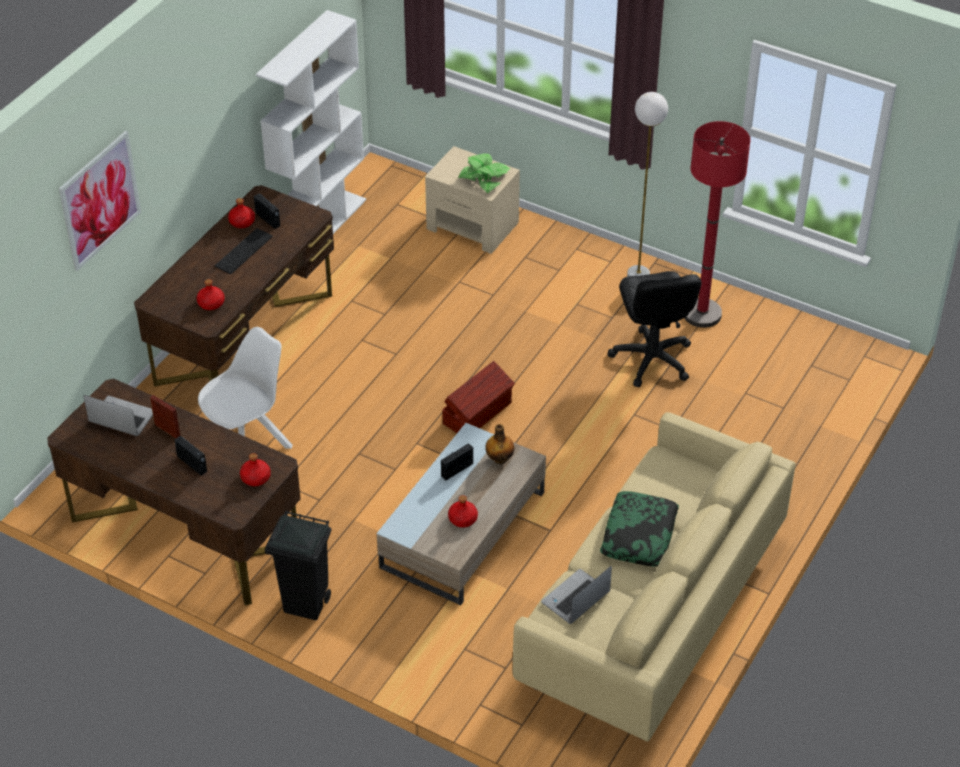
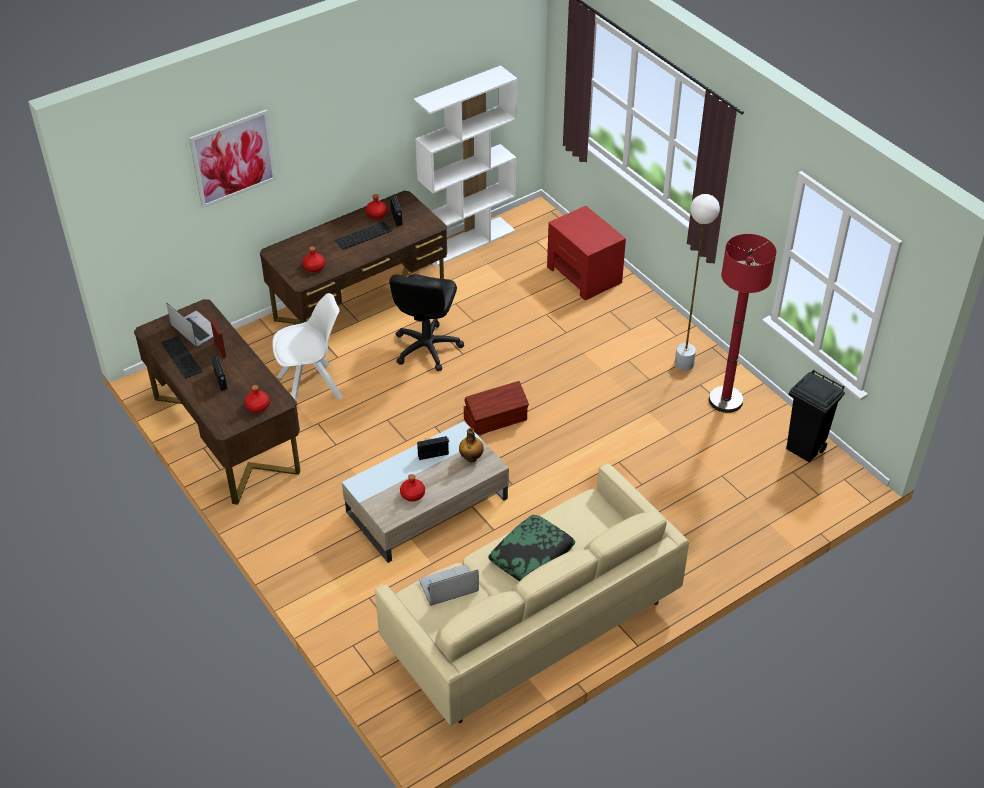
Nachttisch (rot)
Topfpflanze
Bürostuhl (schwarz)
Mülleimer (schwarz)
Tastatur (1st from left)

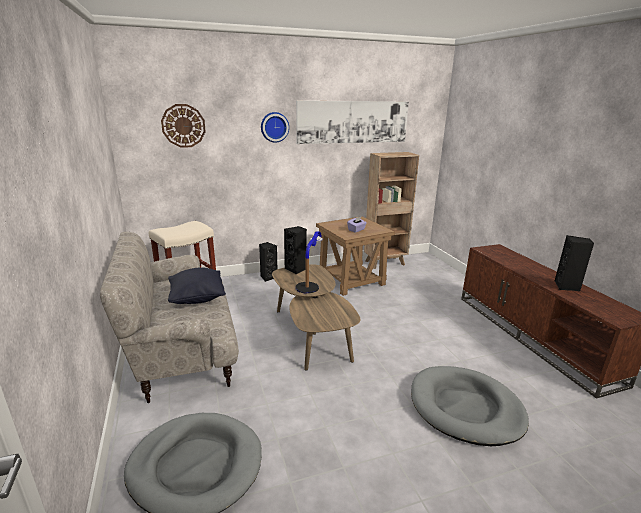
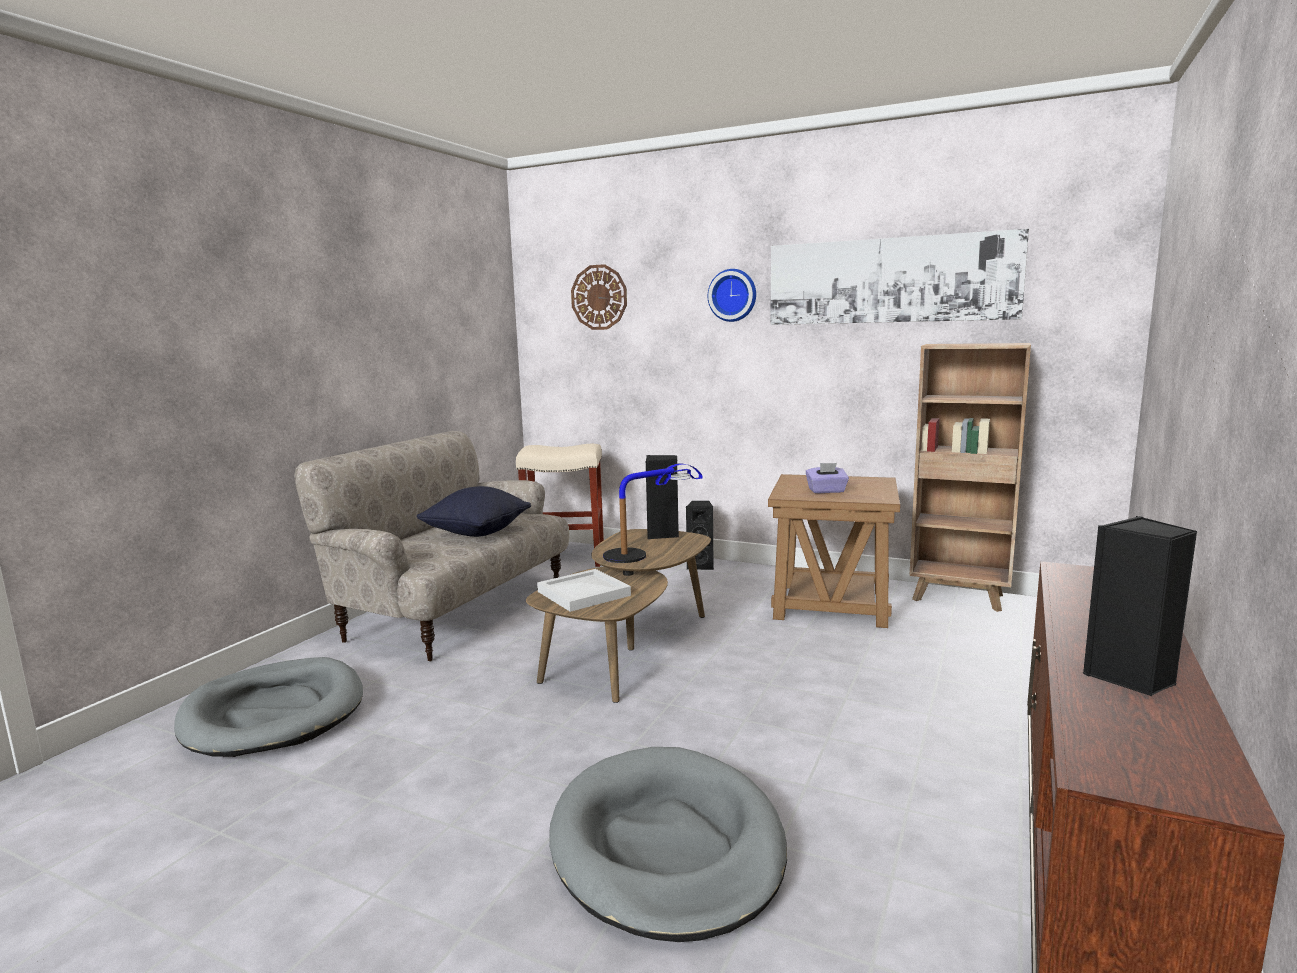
Tablett (weiß)

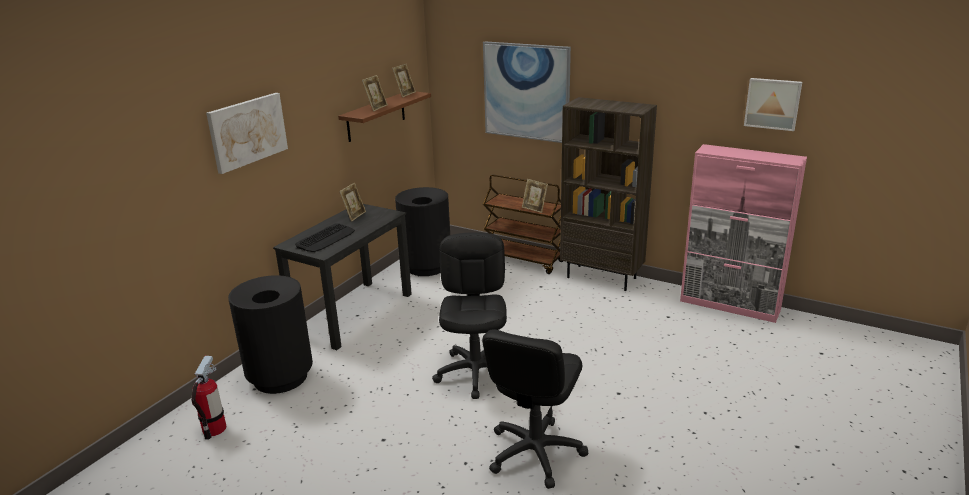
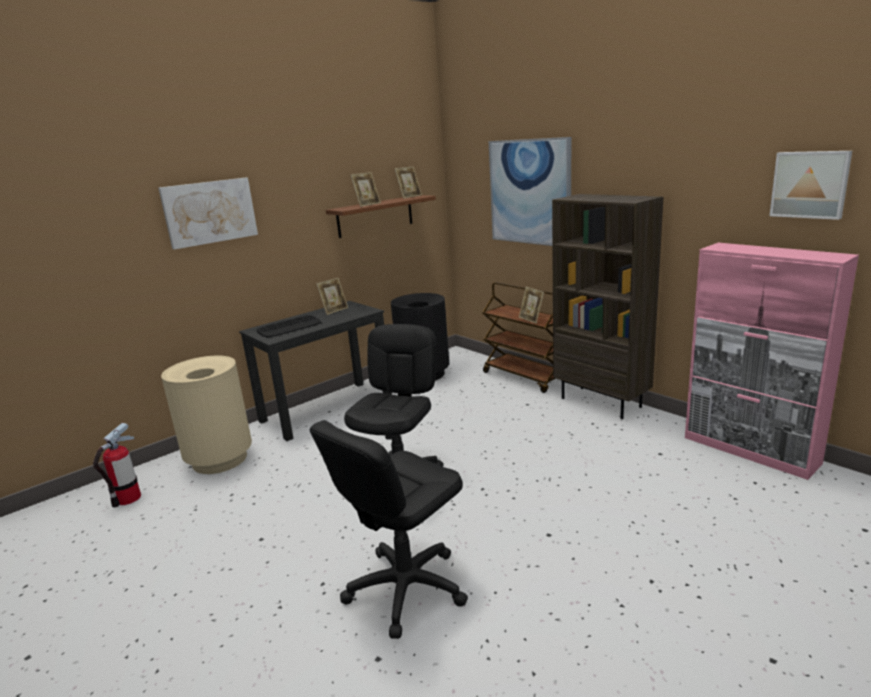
Mülleimer (beige)

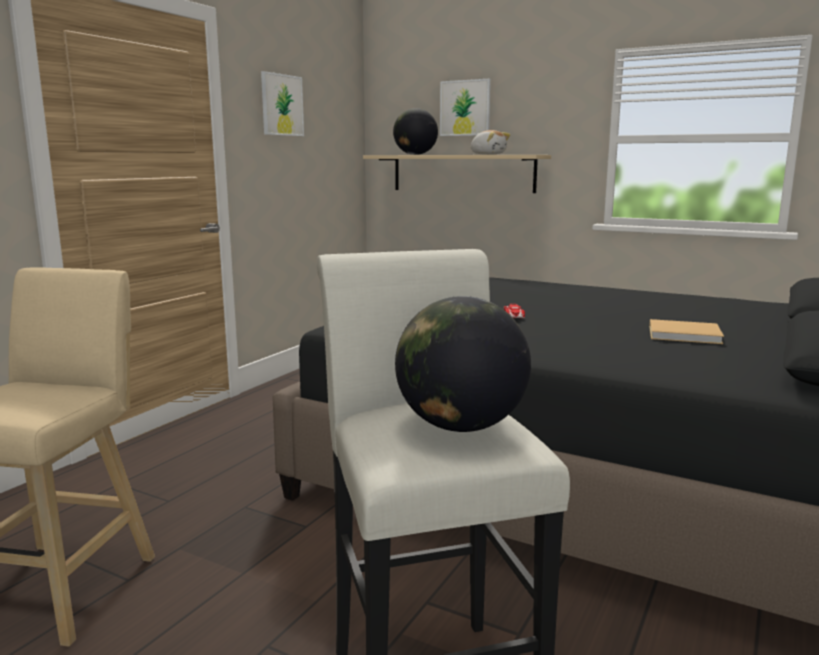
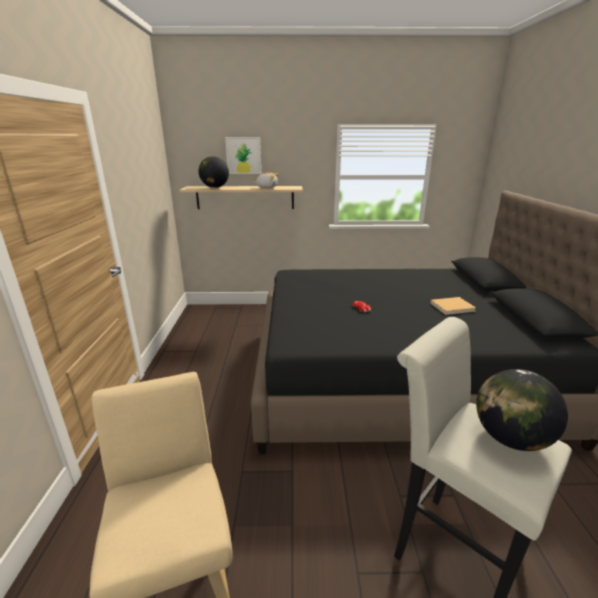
Bild (1st from left in the first image)

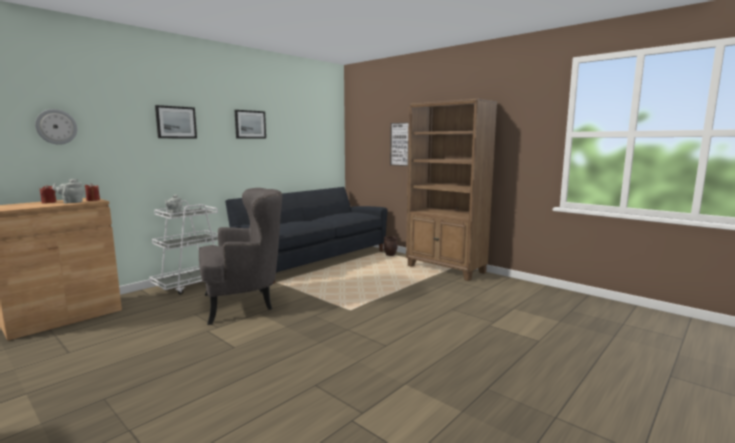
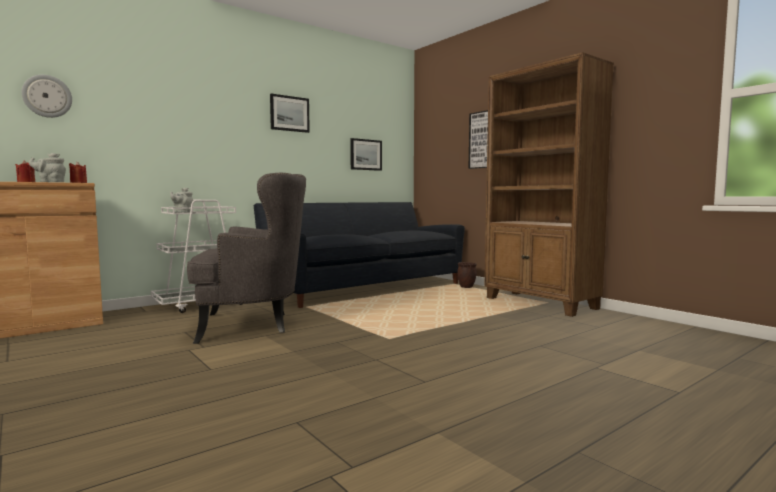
Bild (2nd from left)

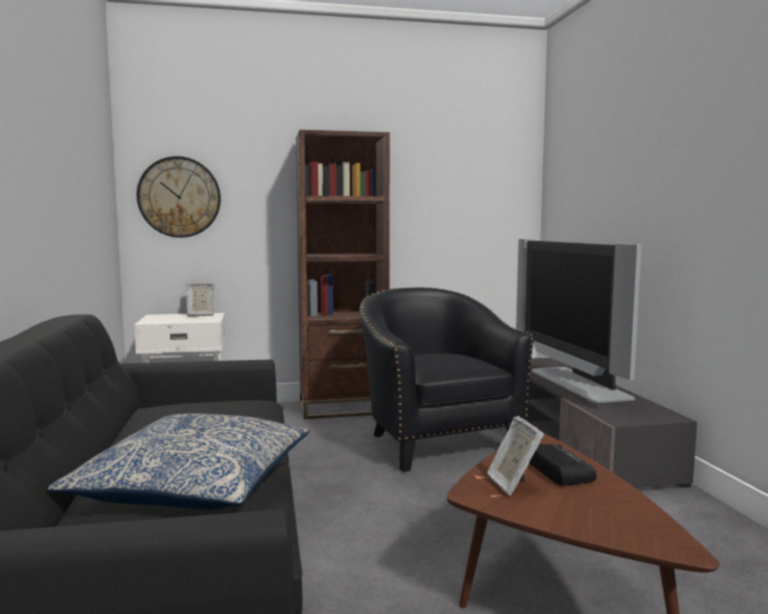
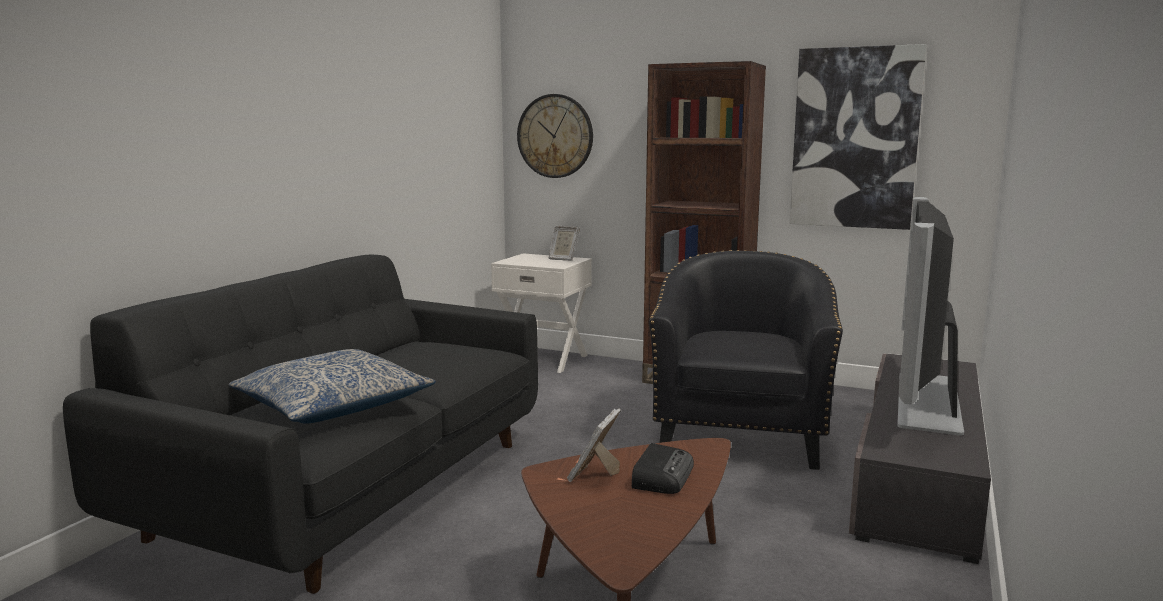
Bild

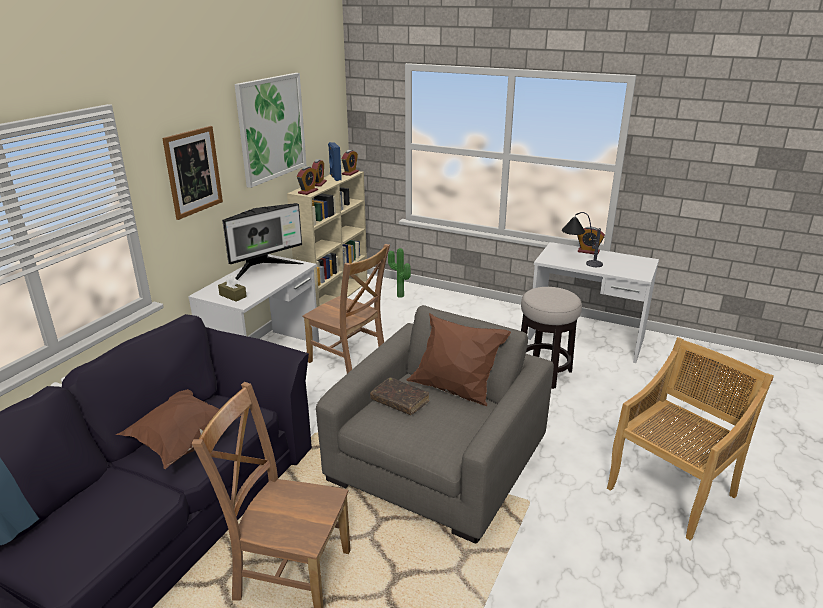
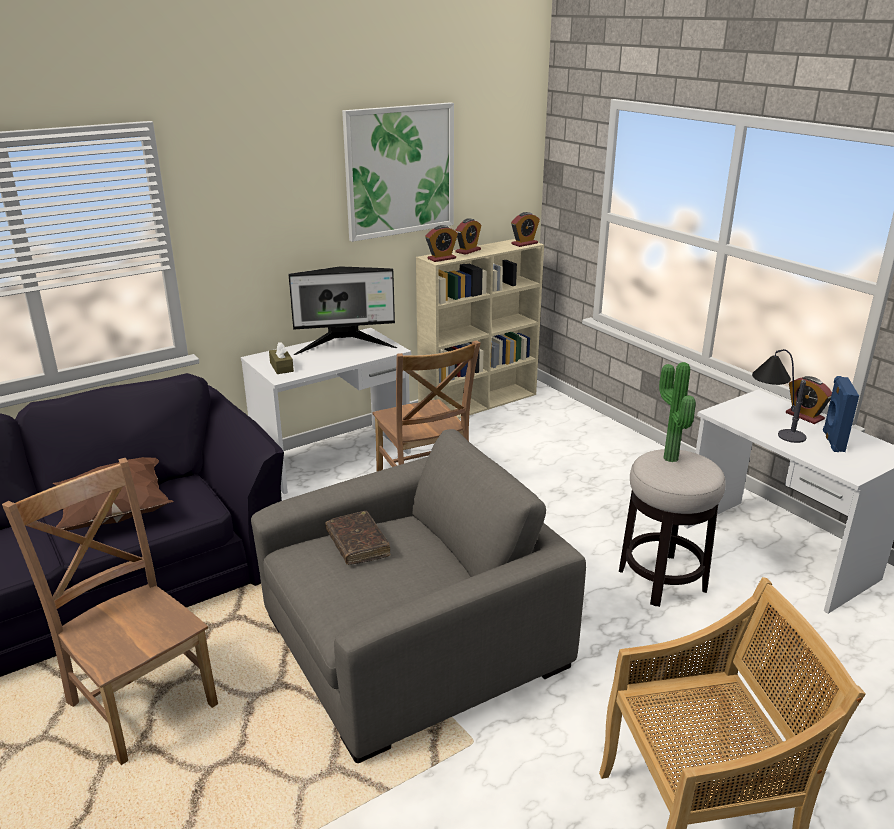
Bild (1st from left in the first image)
Lautsprecher (blau)
Topfpflanze
Kissen (braun) (2nd from left in the first image)

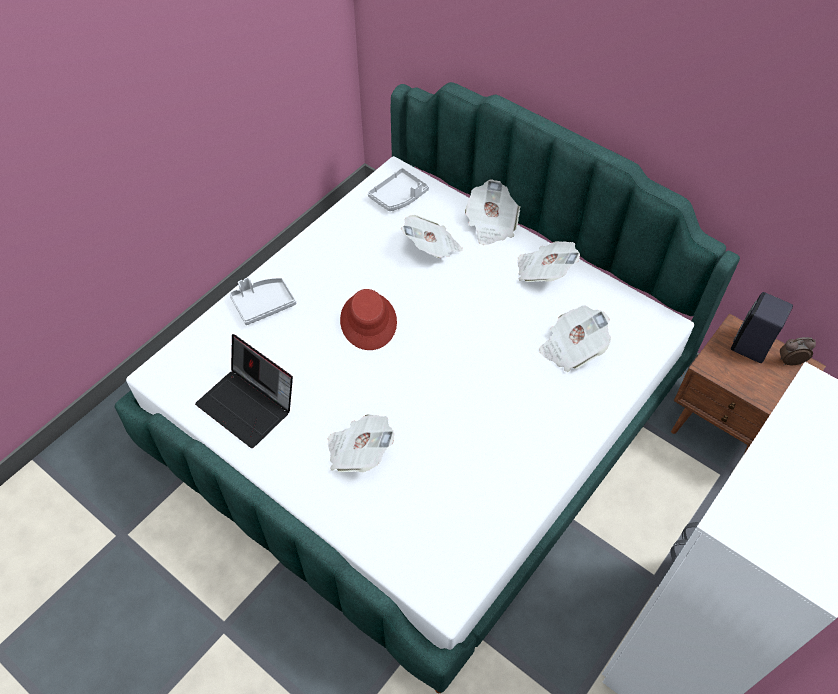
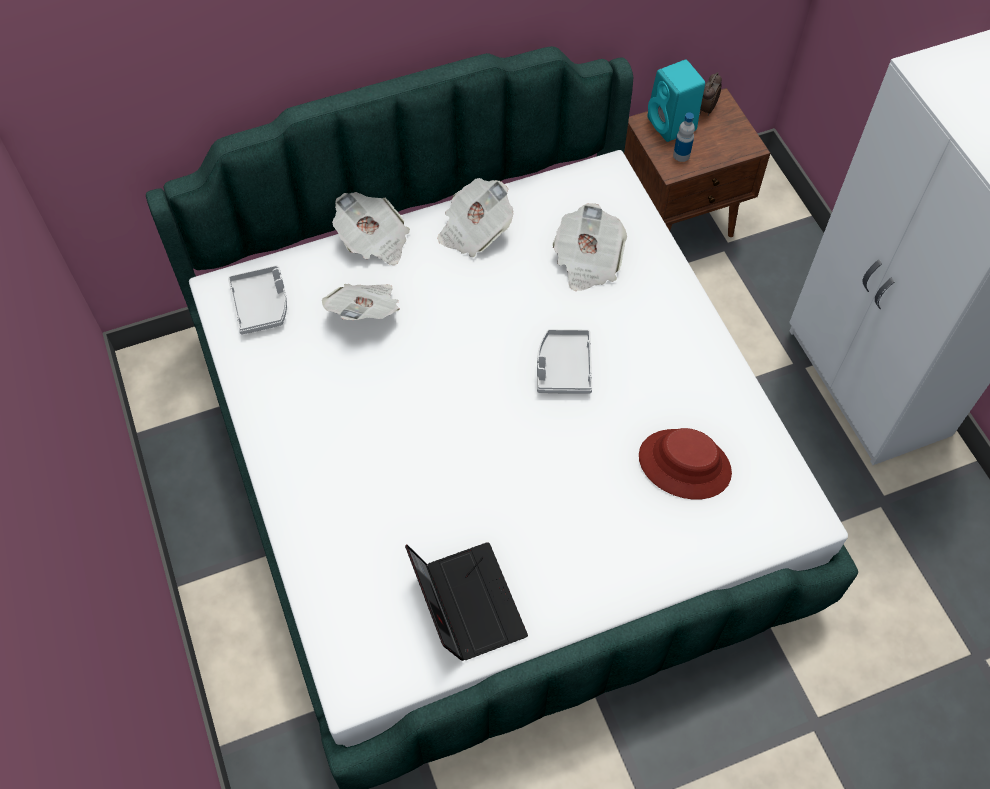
Tablett (grau) (2nd from left)
Hut (rot)
Lautsprecher (türkis)
Laptop
Zeitung (1st from left in the first image)
Flasche

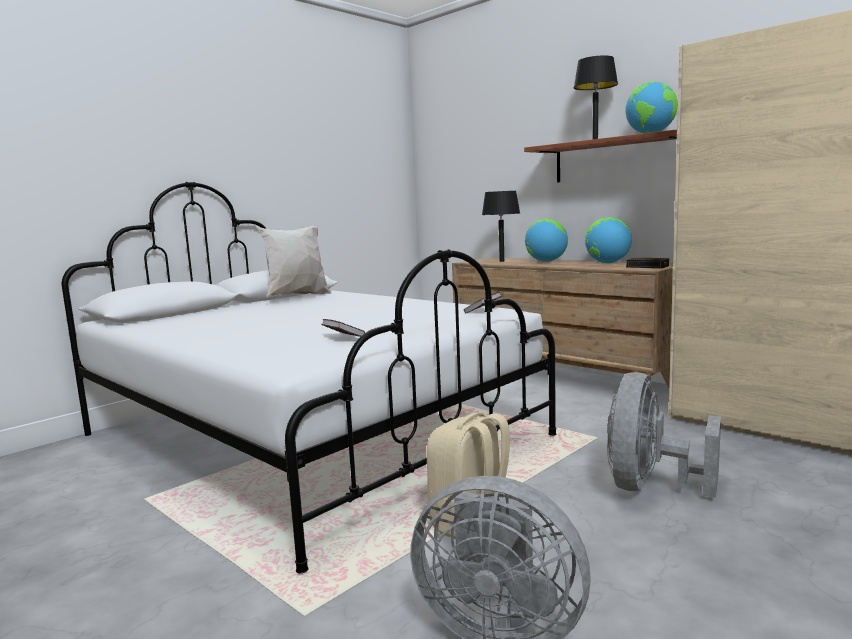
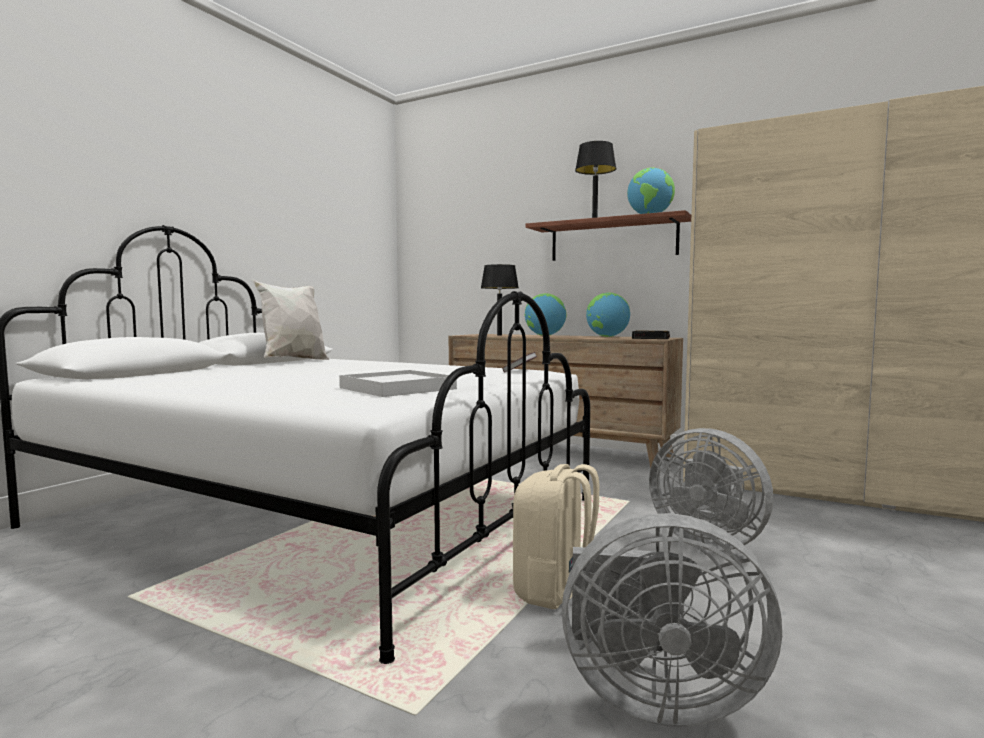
Tablett (weiß)
Ventilator (grau) (2nd from left)

